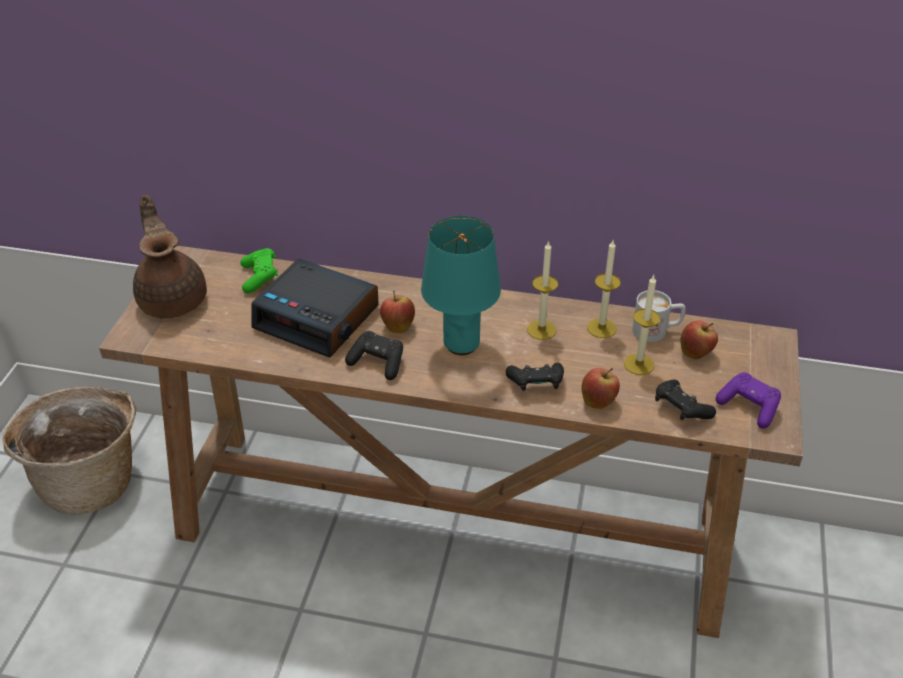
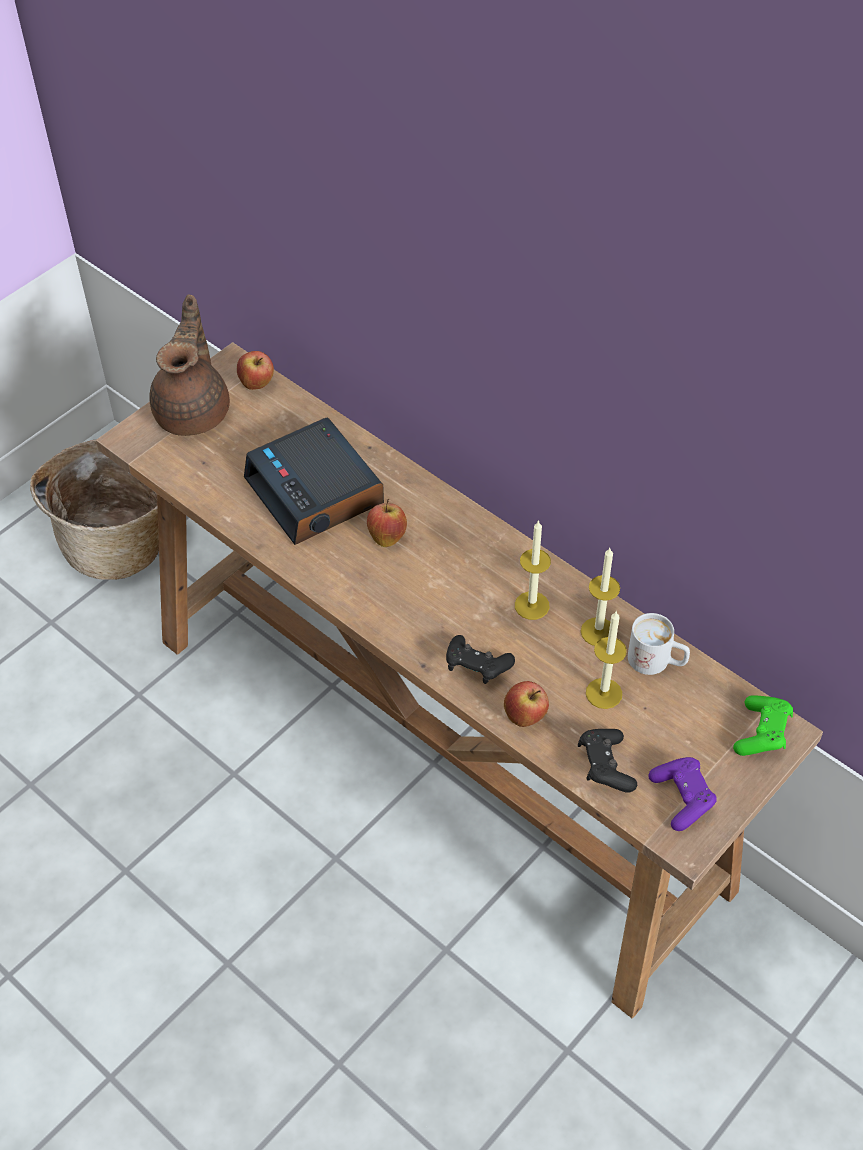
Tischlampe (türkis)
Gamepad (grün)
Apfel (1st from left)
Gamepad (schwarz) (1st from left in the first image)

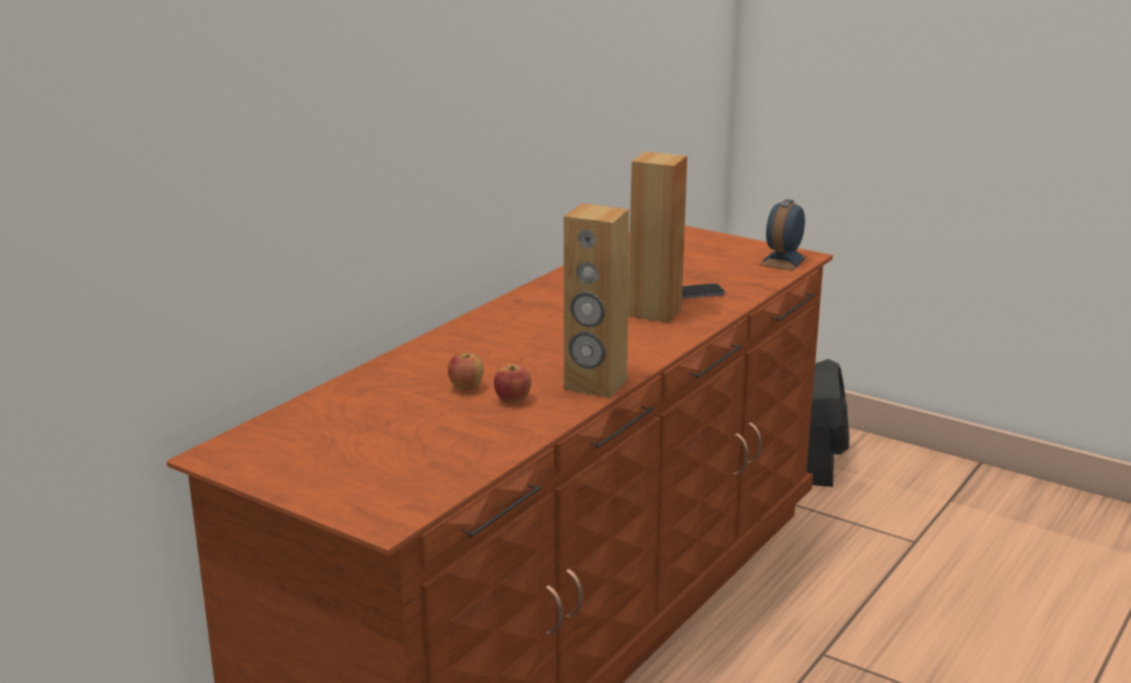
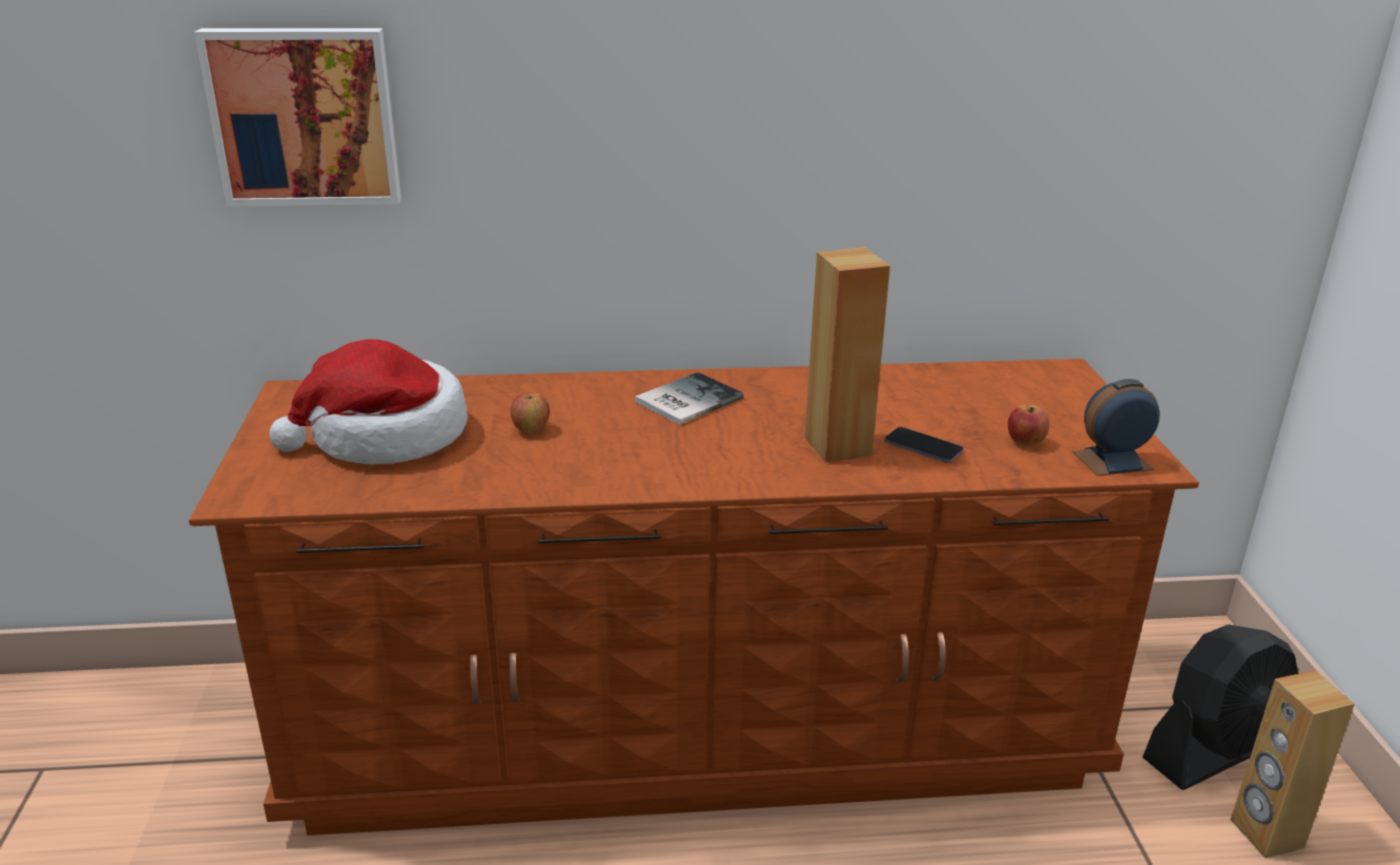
Lautsprecher (braun) (2nd from left)
Apfel (2nd from left)
Bild
Hut
Buch

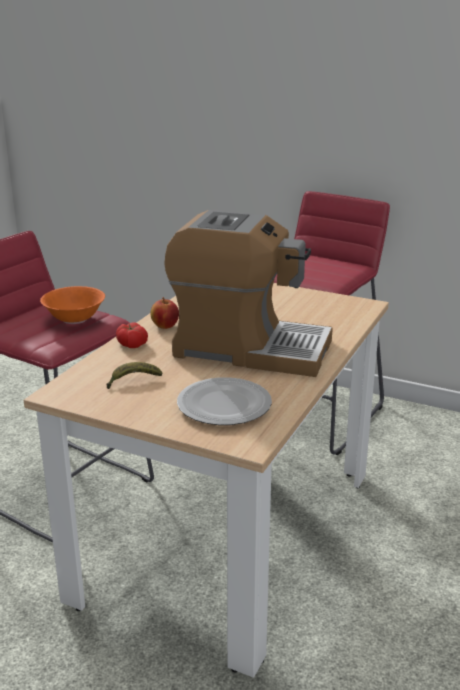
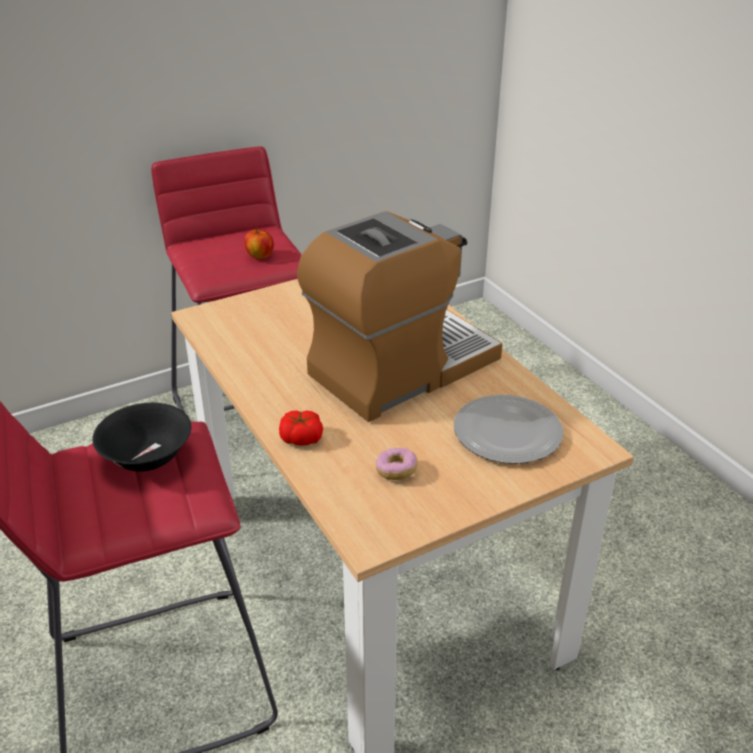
Schüssel (schwarz)
Apfel
Donut

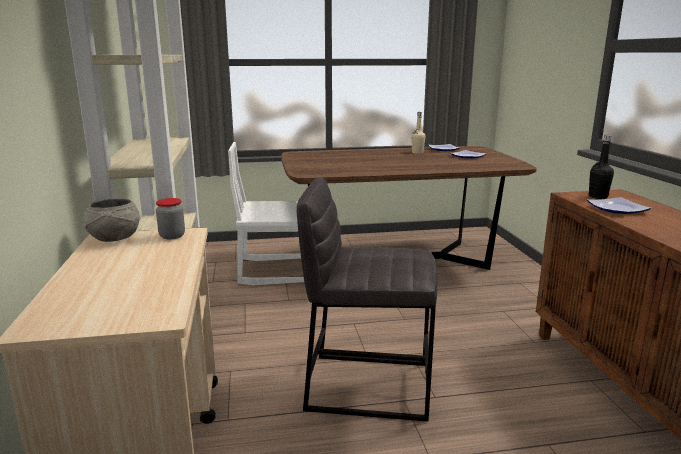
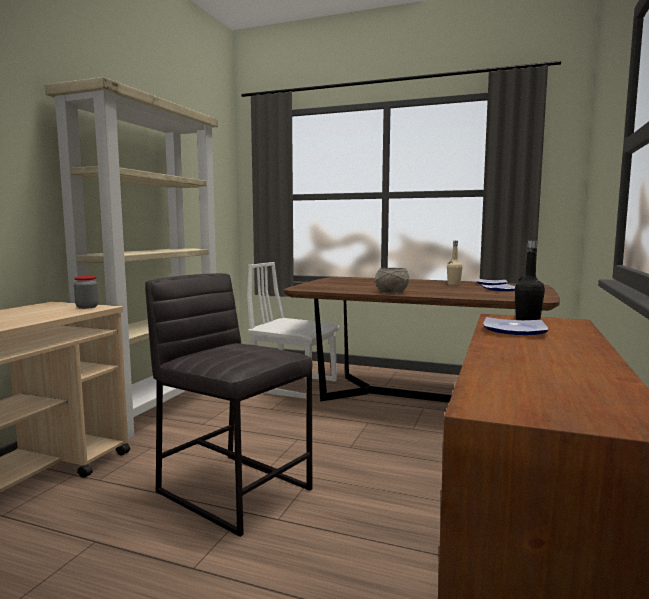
Schüssel (grau)

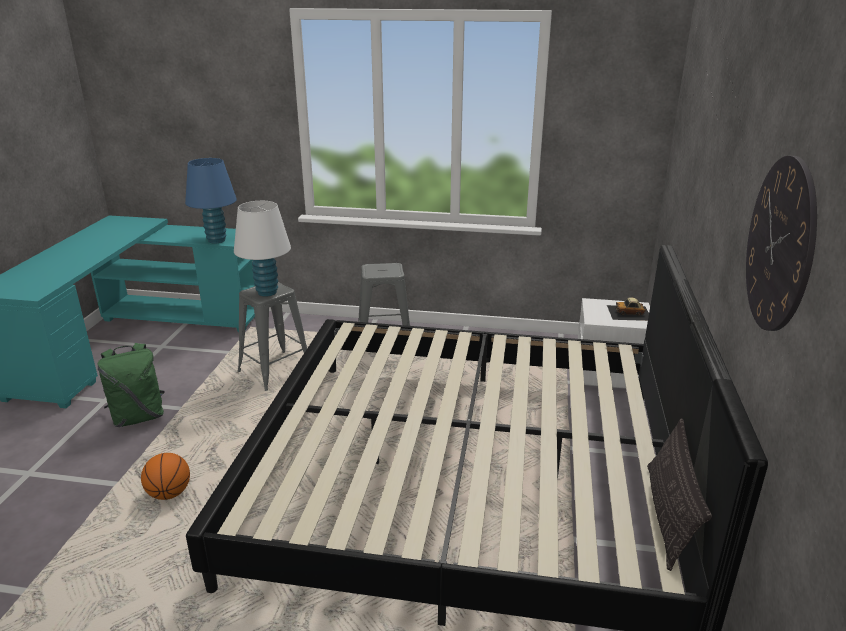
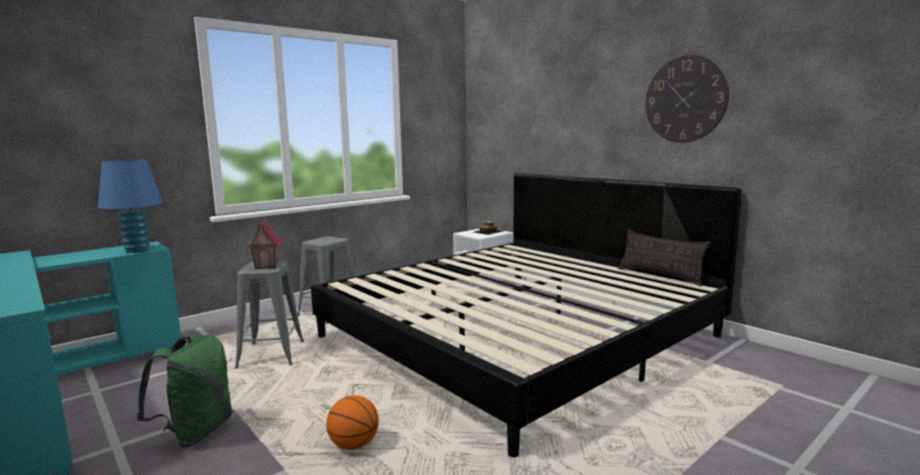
Spielzeughaus

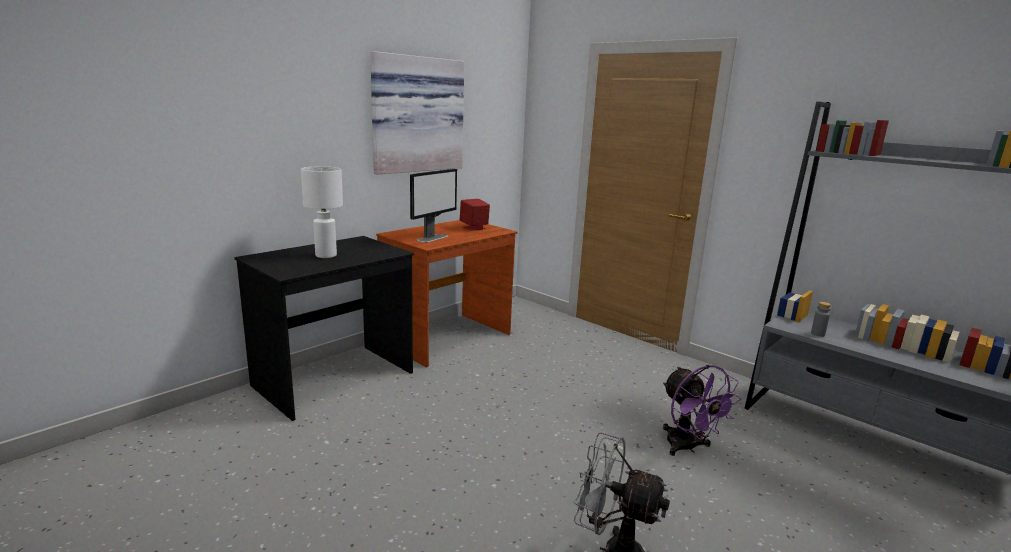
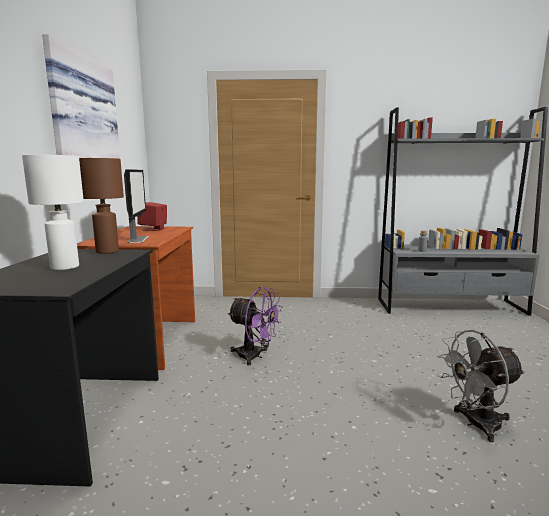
Ventilator (lila)
Tischlampe (braun)

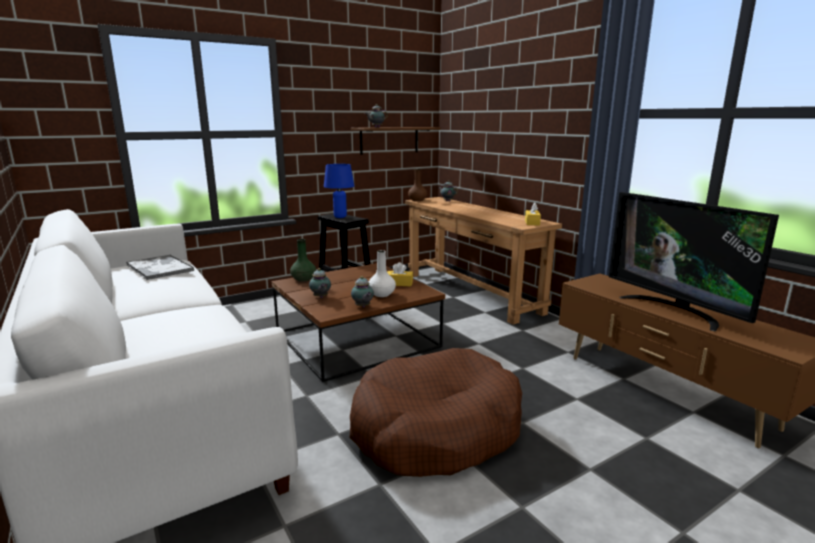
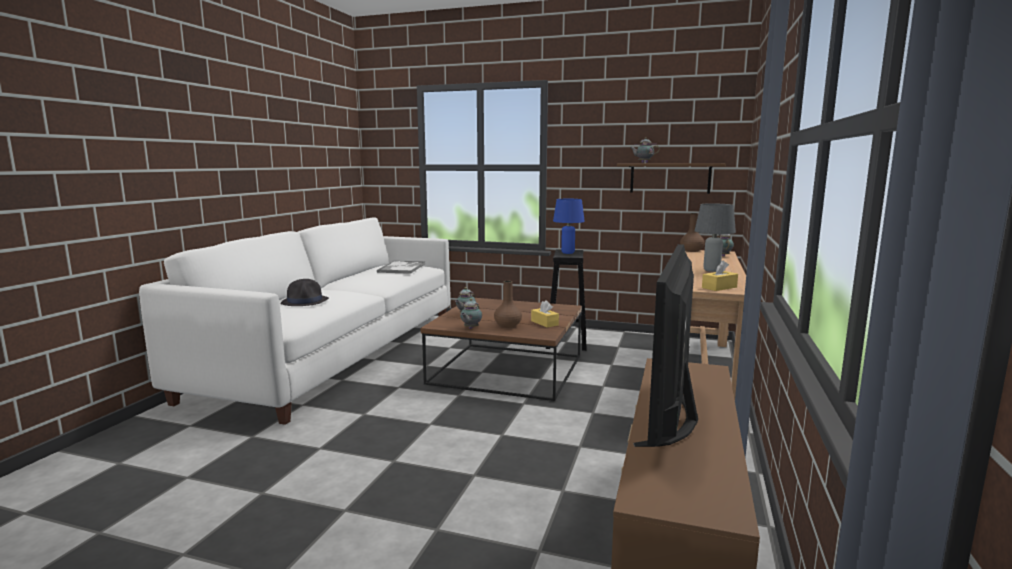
Vase (grün)
Vase (braun) (1st from left)
Hundebett (braun)
Tischlampe (grau)
Hut (schwarz)

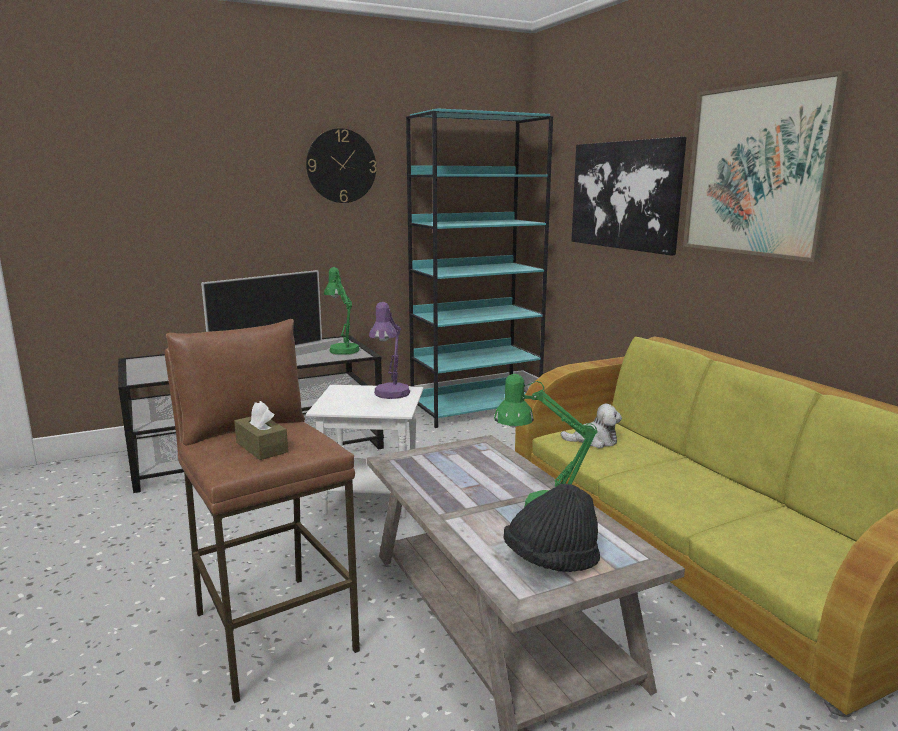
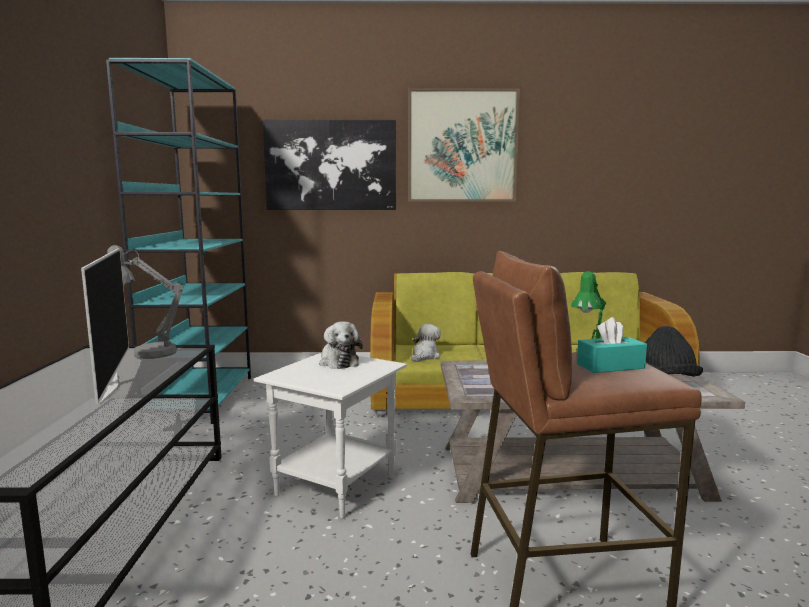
Wanduhr
Tischlampe (grau)
Plüschtier (1st from left)
Taschentuchbox (türkis)

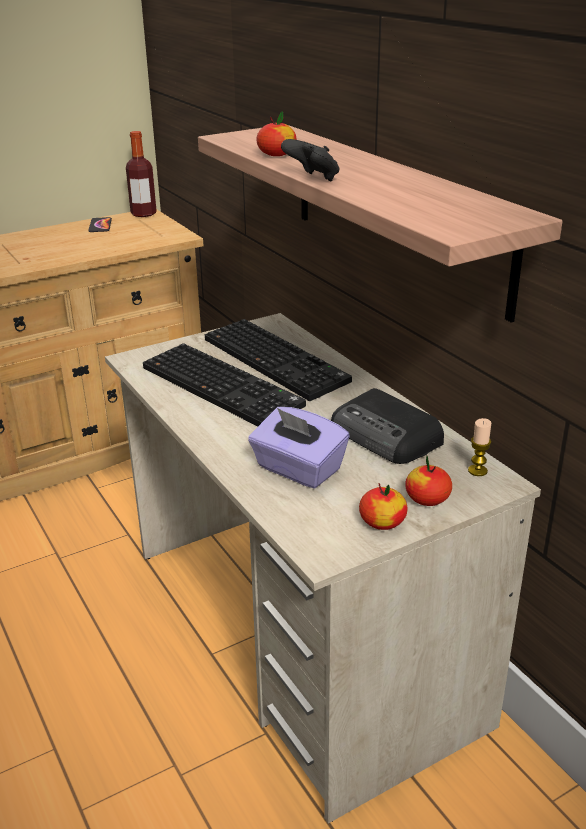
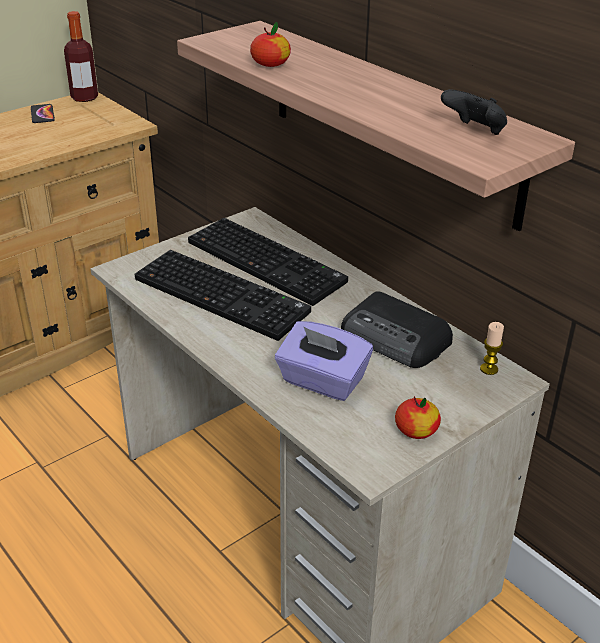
Gamepad (schwarz)
Apfel (3rd from left in the first image)

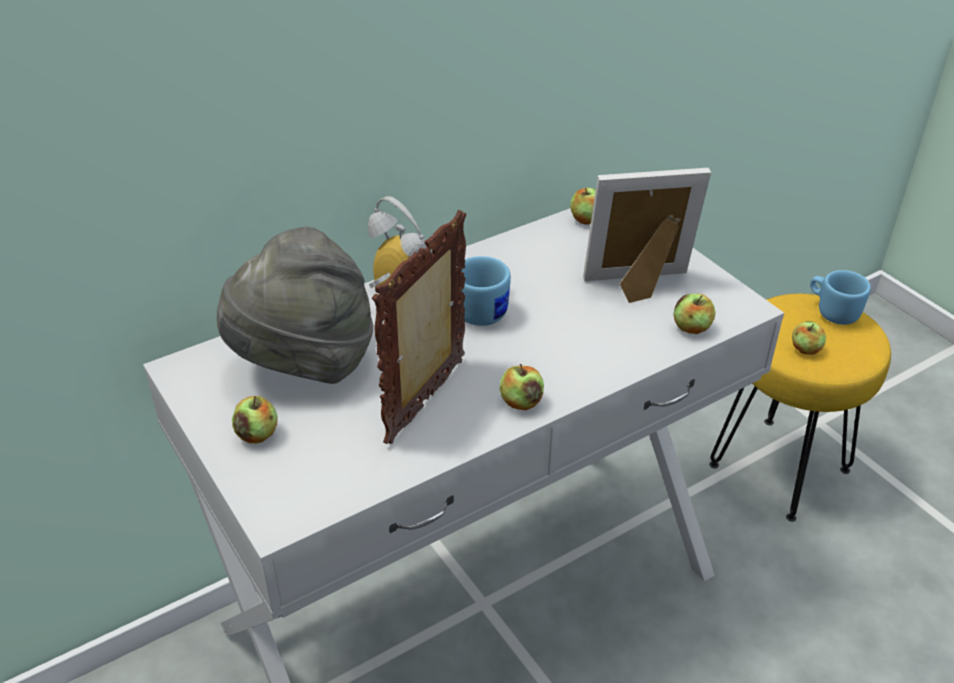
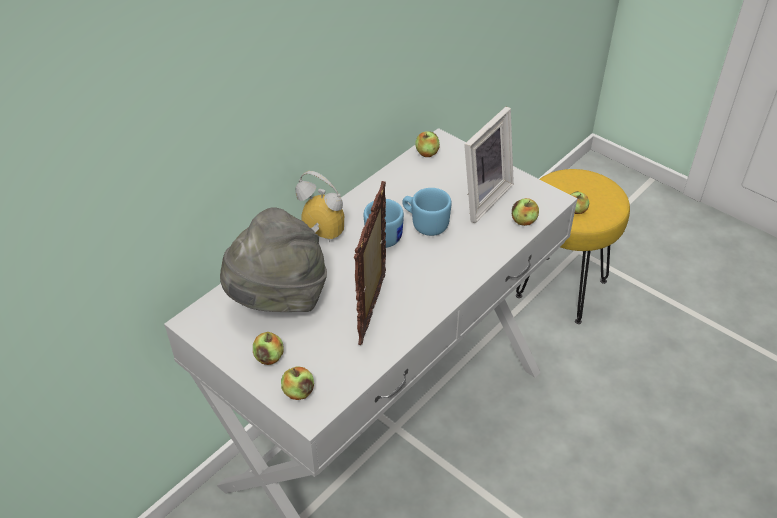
Bilderrahmen (2nd from left)
Henkelbecher (blau) (2nd from left)
Apfel (2nd from left)

